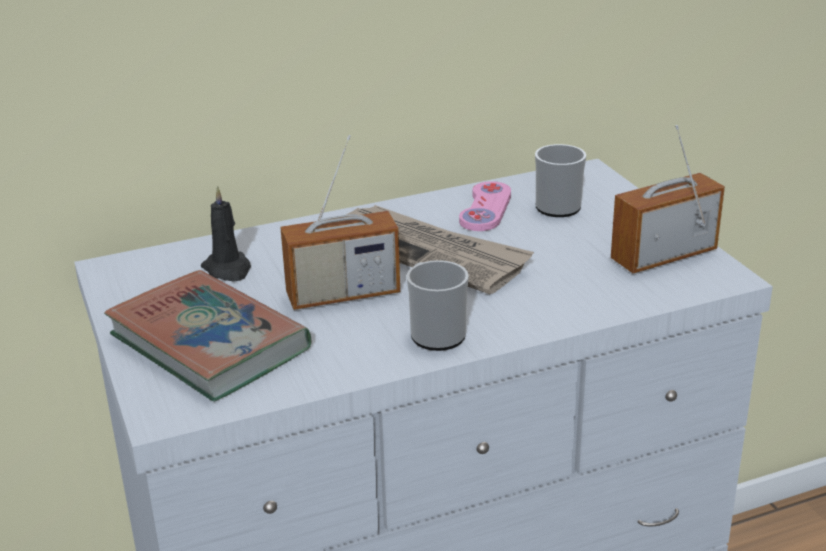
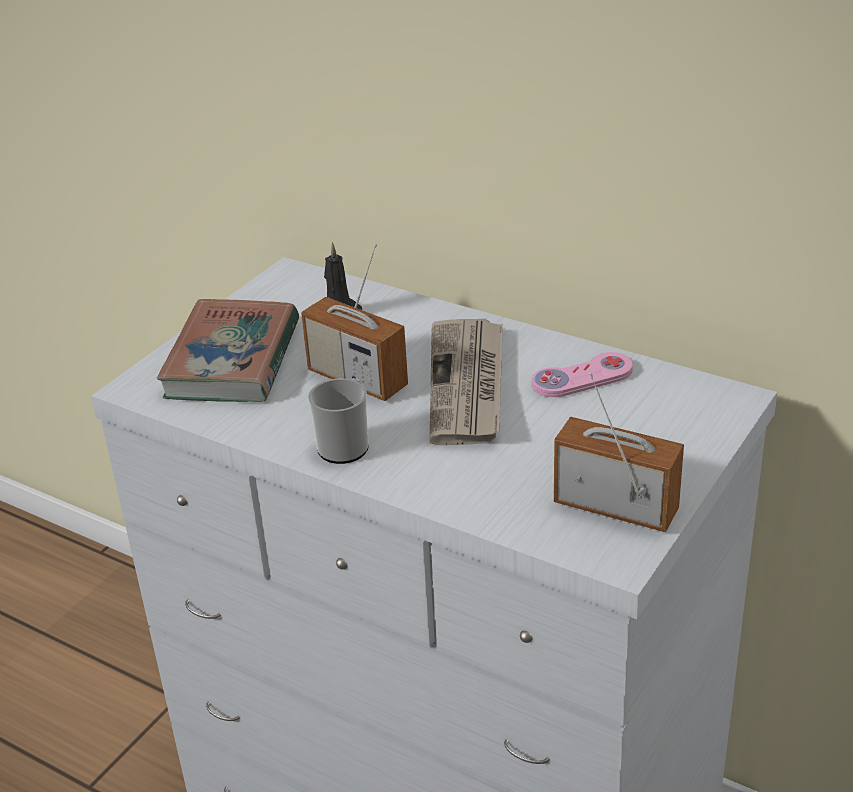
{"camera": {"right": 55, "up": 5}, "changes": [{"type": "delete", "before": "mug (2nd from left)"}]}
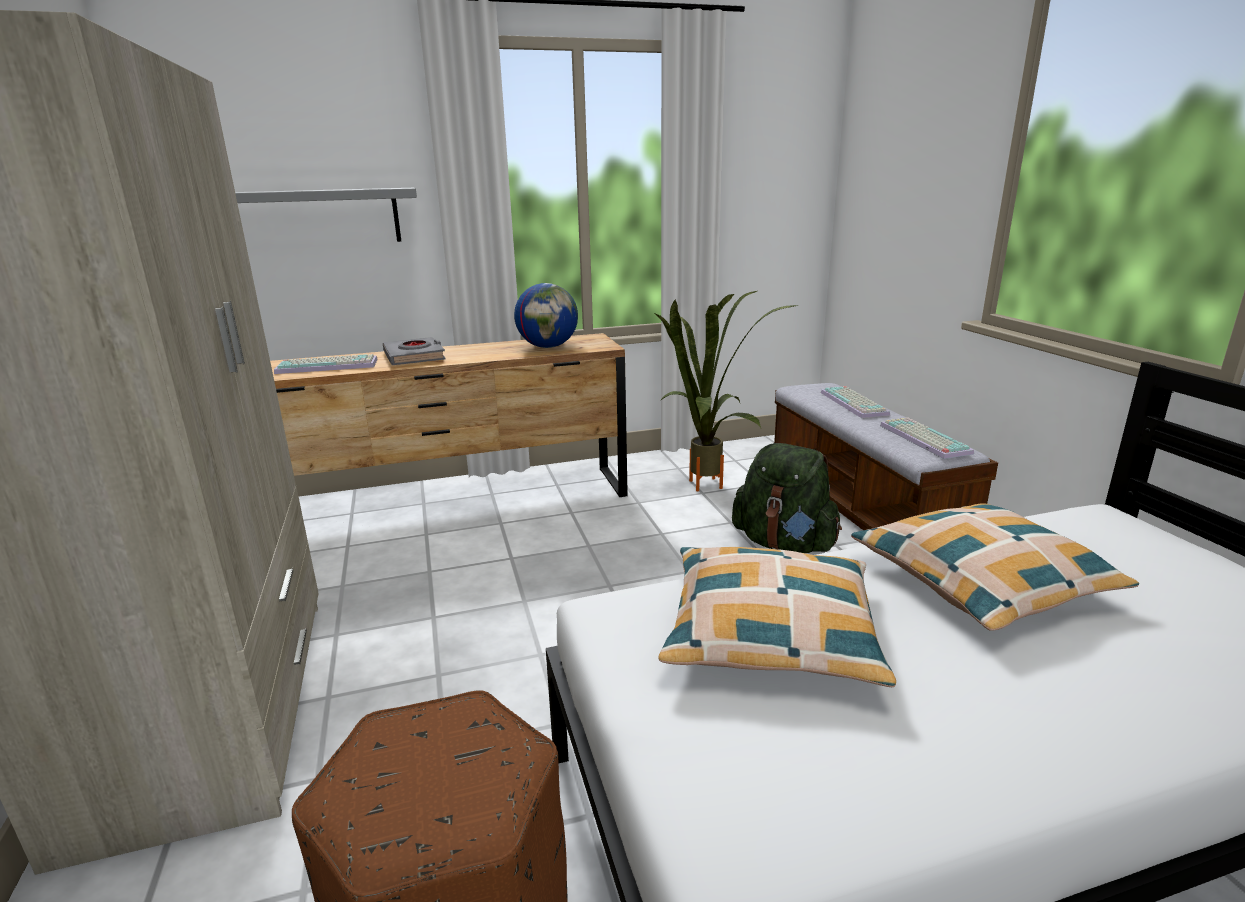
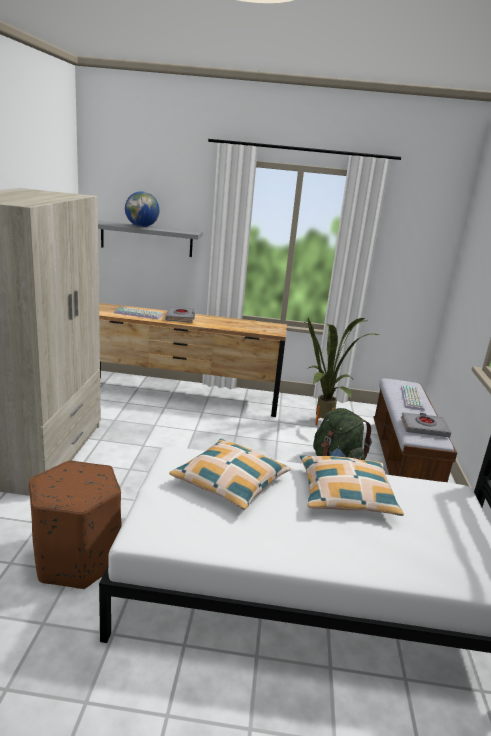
{"camera": {"right": 20, "up": 0}, "changes": [{"type": "move", "before": "globe"}, {"type": "replace", "before": "keyboard (3rd from left)", "after": "grey book (2nd from left)"}]}
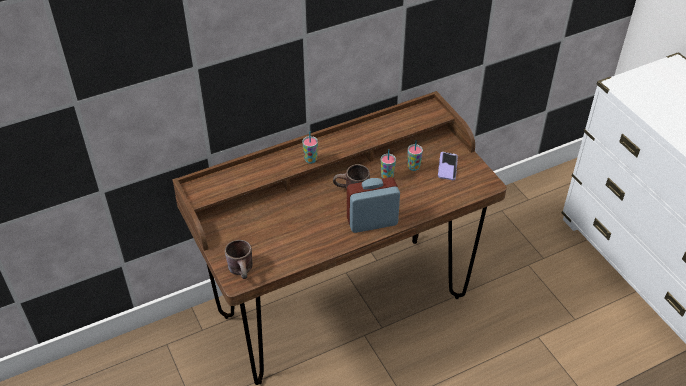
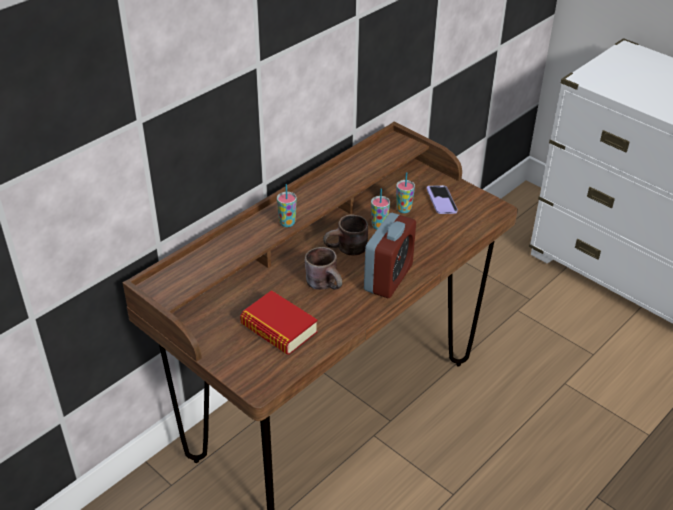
{"camera": {"right": -20, "up": -5}, "changes": [{"type": "insert", "after": "book"}, {"type": "move", "before": "brown mug (1st from left)"}, {"type": "rotate", "before": "alarm clock", "turn": 150}]}
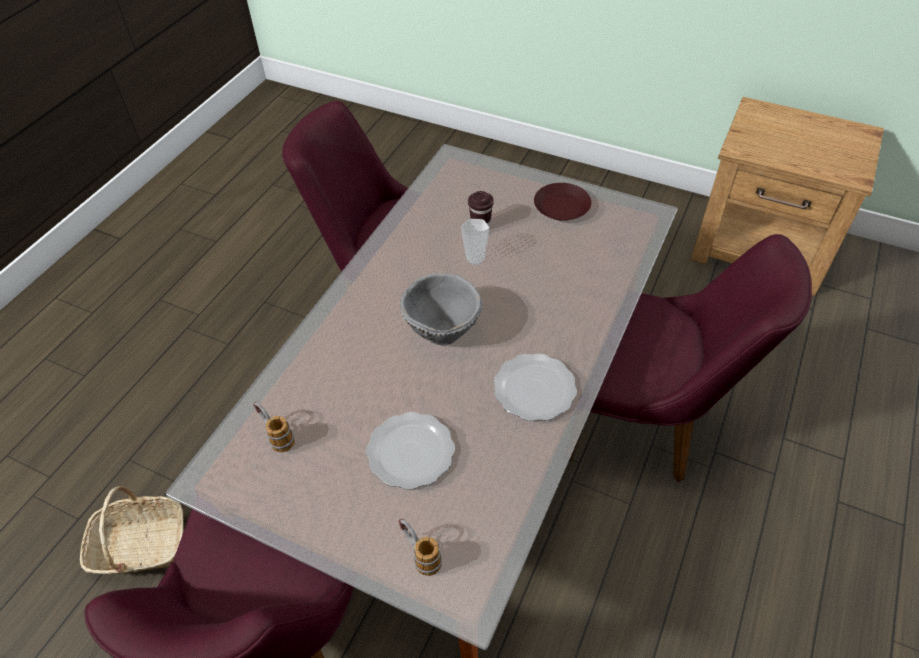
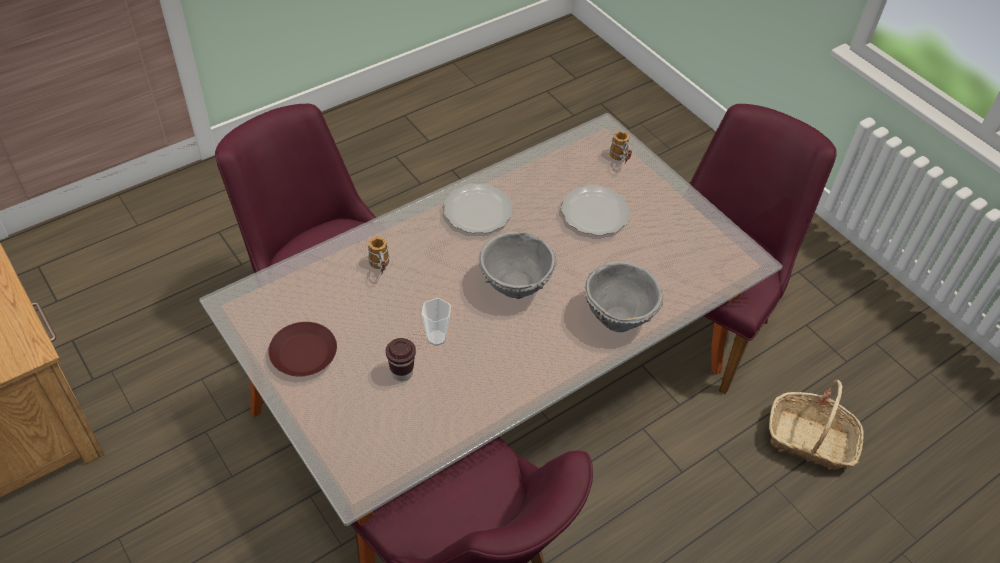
{"camera": {"right": -155, "up": 0}, "changes": [{"type": "move", "before": "mug (1st from left)"}, {"type": "insert", "after": "grey bowl (2nd from left)"}]}
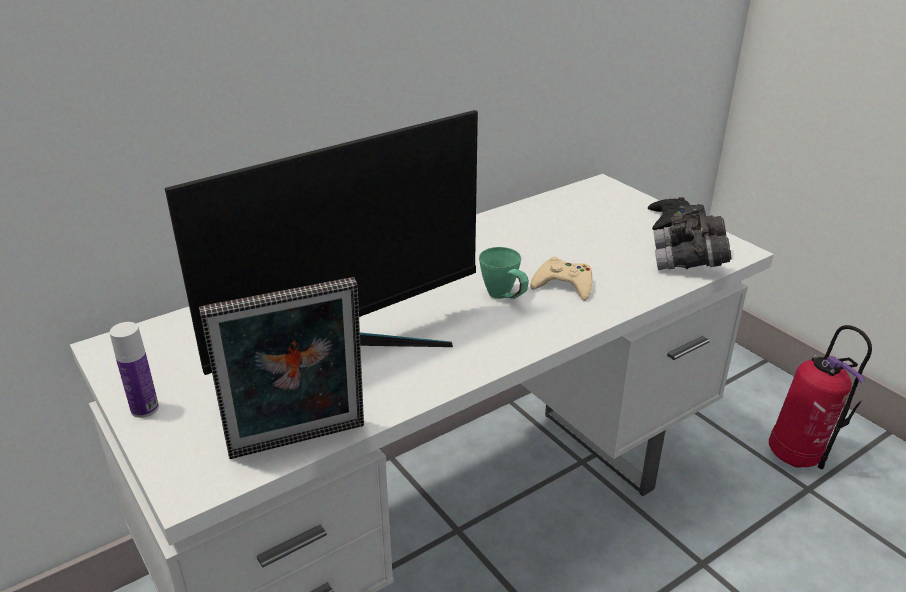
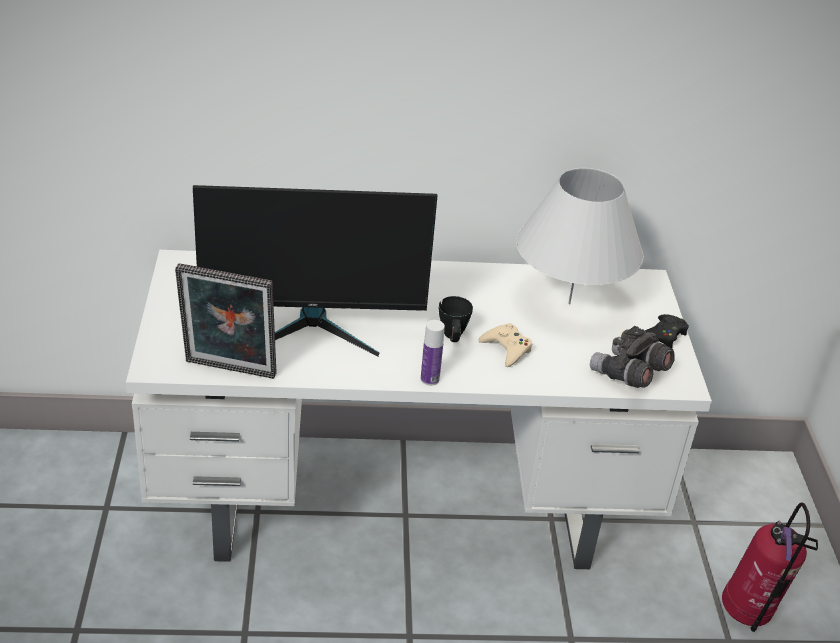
{"camera": {"right": 30, "up": 5}, "changes": [{"type": "move", "before": "bottle"}, {"type": "recolor", "before": "green mug", "after": "black mug"}, {"type": "insert", "after": "white table lamp"}]}
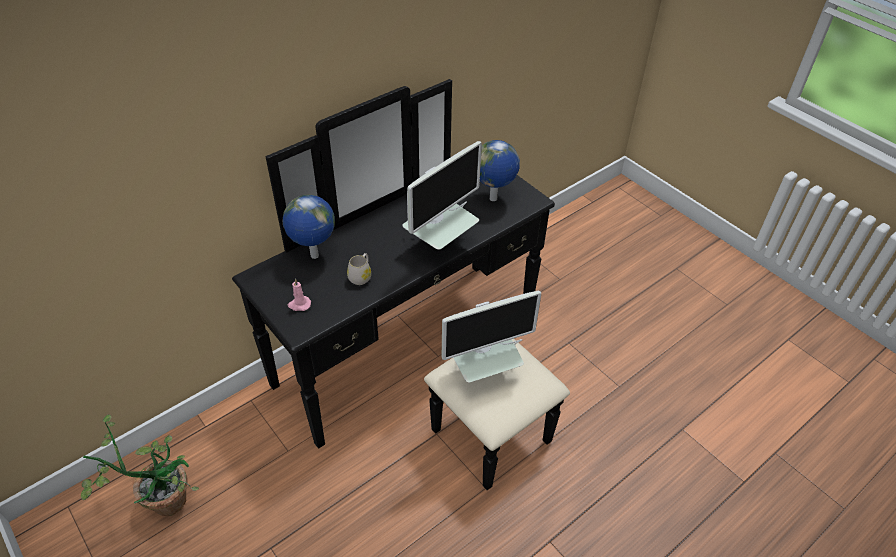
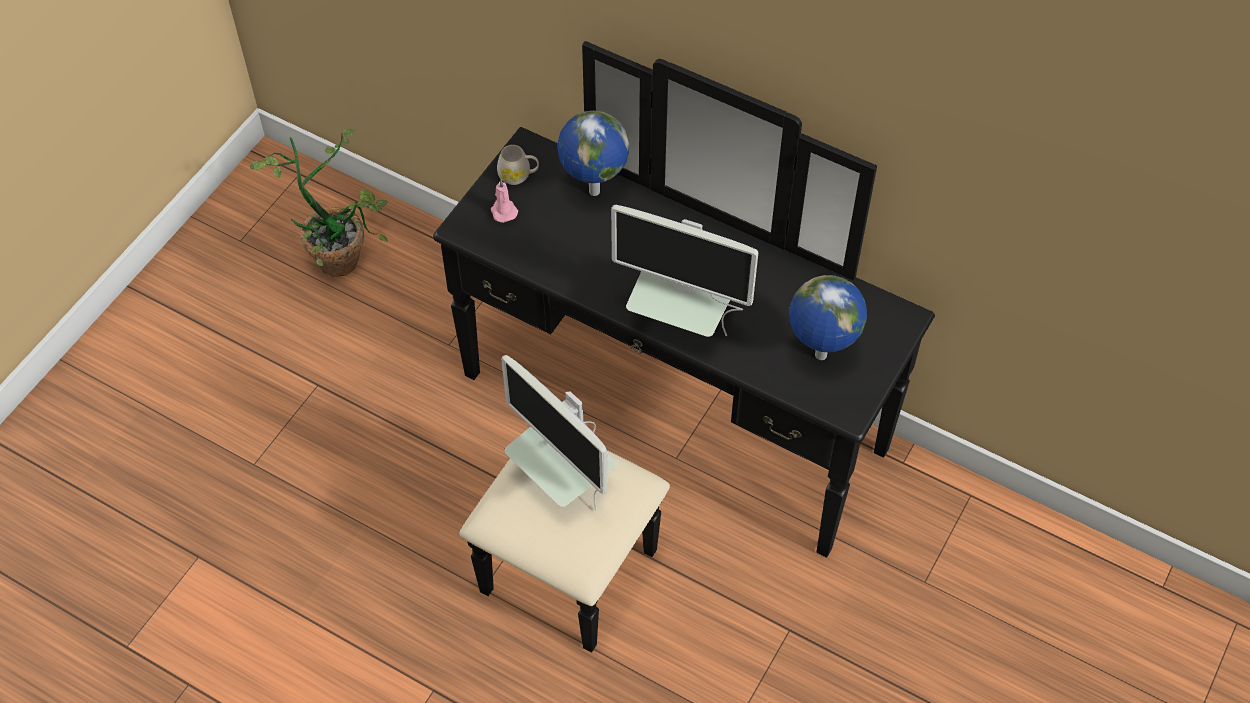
{"camera": {"right": 70, "up": 10}, "changes": [{"type": "move", "before": "white mug"}]}
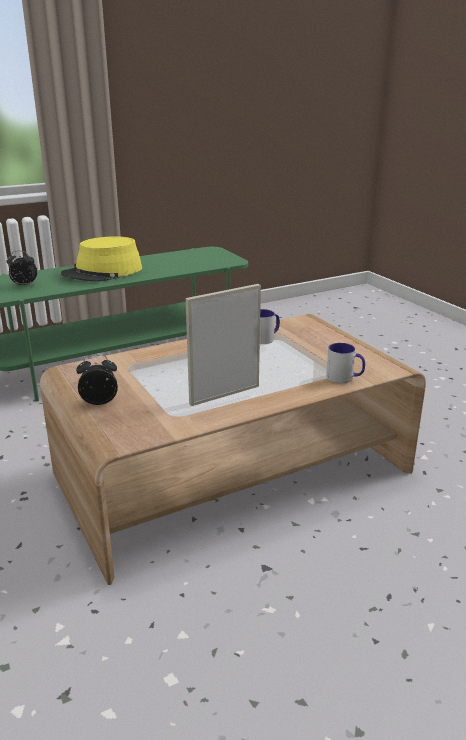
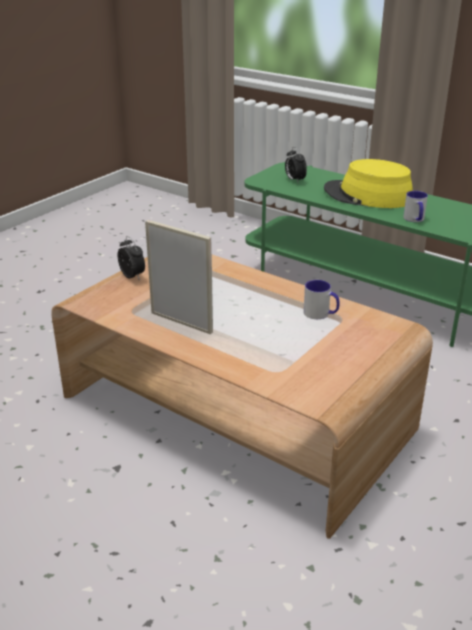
{"camera": {"right": 65, "up": 5}, "changes": [{"type": "move", "before": "mug (2nd from left)"}]}
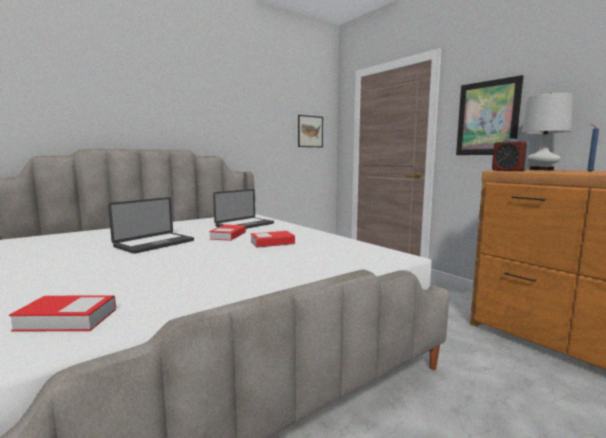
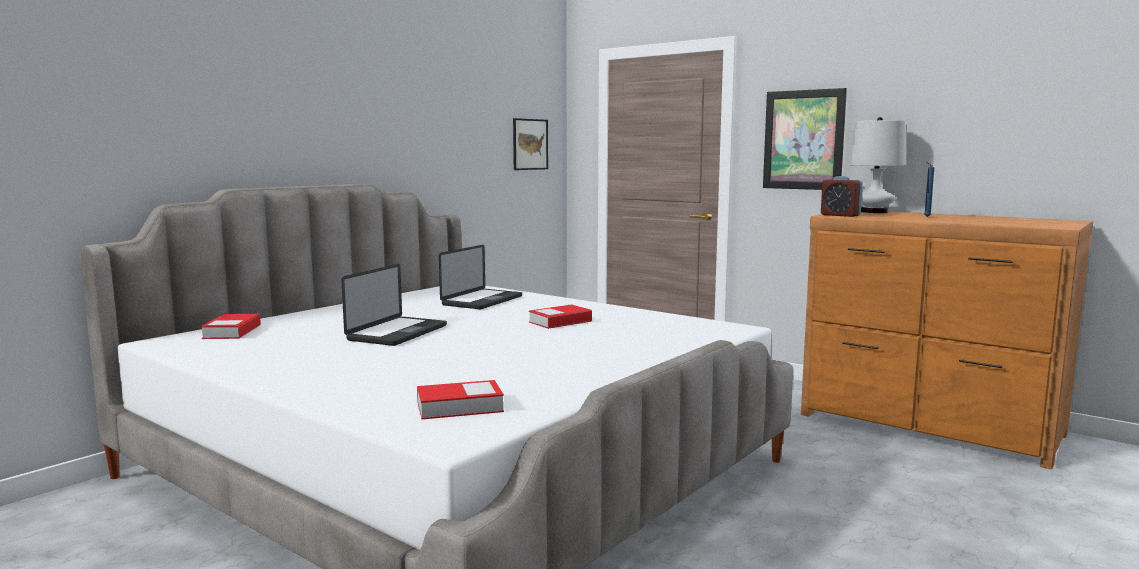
{"camera": {"right": -15, "up": 0}, "changes": [{"type": "move", "before": "book (2nd from left in the first image)", "after": "book (1st from left)"}]}
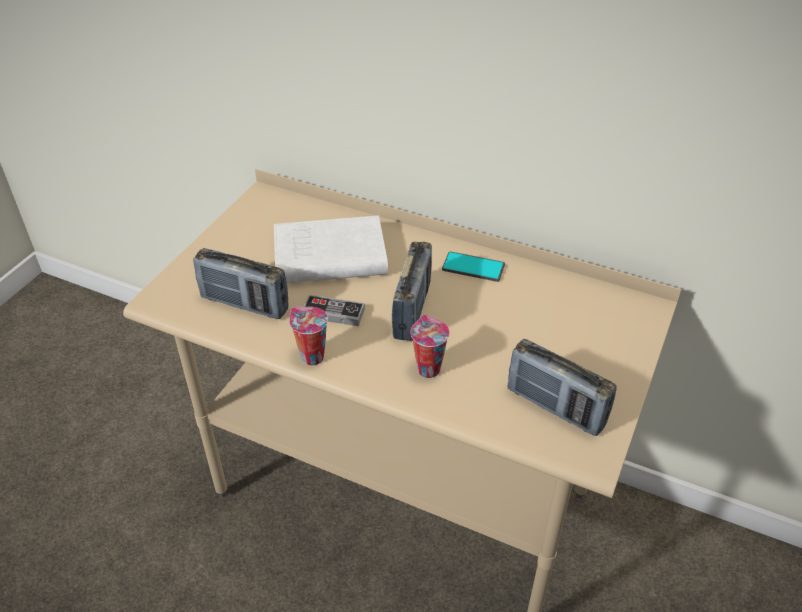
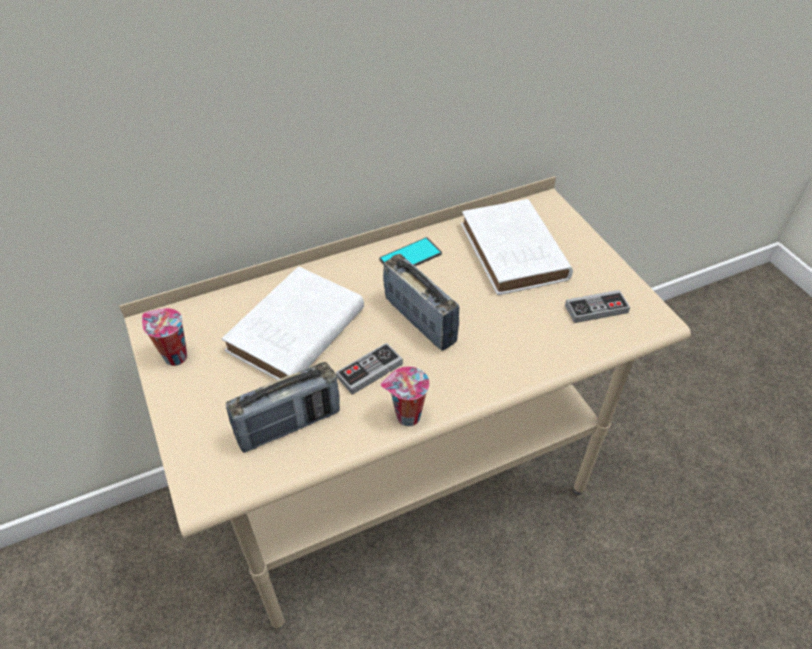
{"camera": {"right": -50, "up": 5}, "changes": [{"type": "move", "before": "cup (2nd from left in the first image)", "after": "cup (1st from left)"}, {"type": "insert", "after": "white book (2nd from left)"}, {"type": "replace", "before": "radio (3rd from left)", "after": "game controller (2nd from left)"}]}
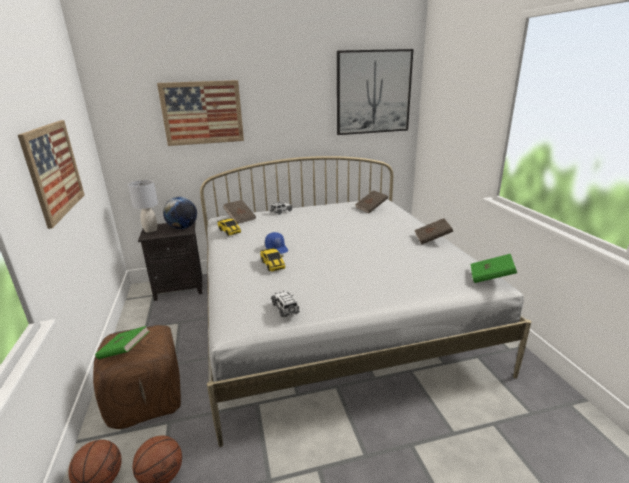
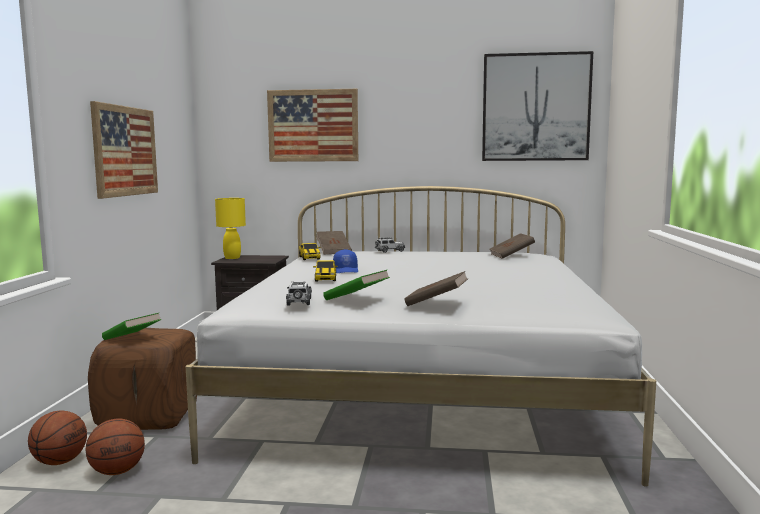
{"camera": {"right": 20, "up": -15}, "changes": [{"type": "recolor", "before": "grey table lamp", "after": "yellow table lamp"}, {"type": "move", "before": "green book (2nd from left)"}, {"type": "move", "before": "brown book (3rd from left in the first image)", "after": "brown book (2nd from left)"}, {"type": "delete", "before": "globe"}]}
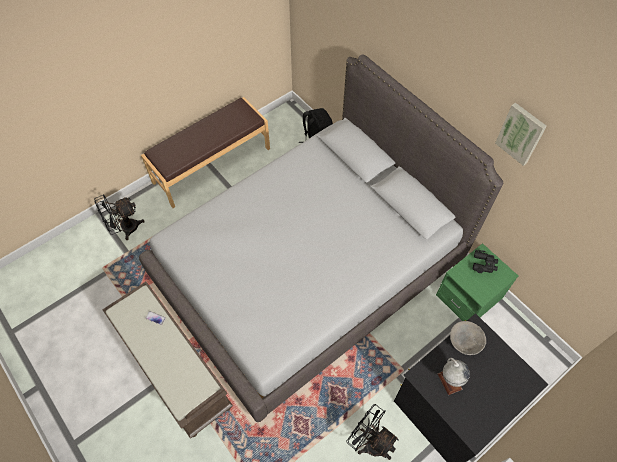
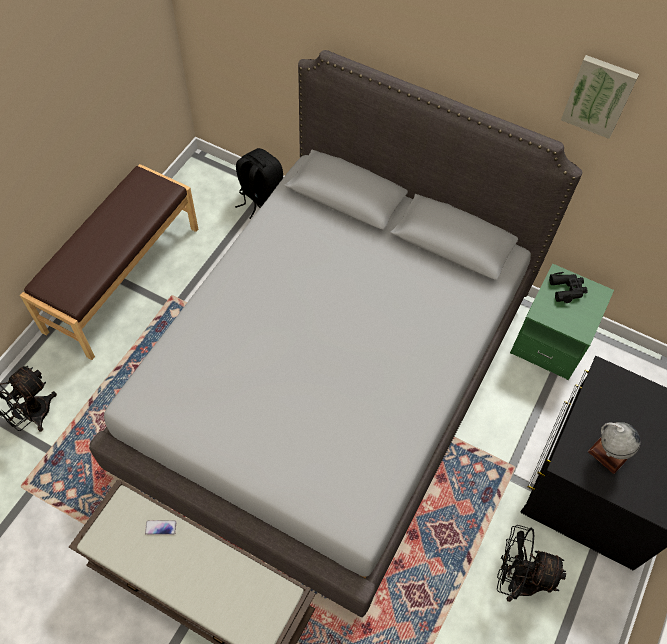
{"camera": {"right": -25, "up": 0}, "changes": [{"type": "delete", "before": "grey bowl"}]}
